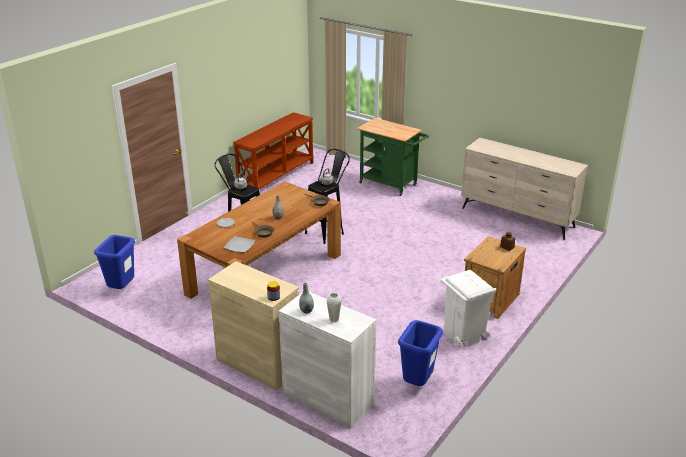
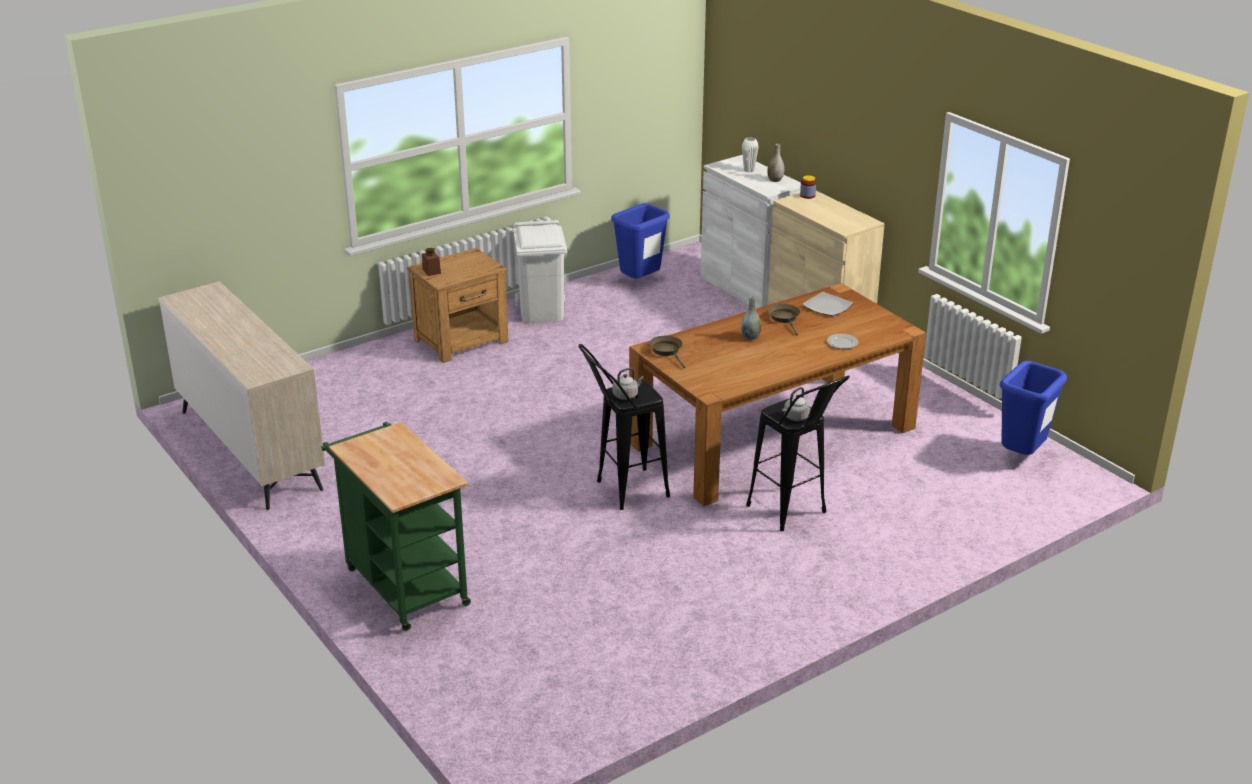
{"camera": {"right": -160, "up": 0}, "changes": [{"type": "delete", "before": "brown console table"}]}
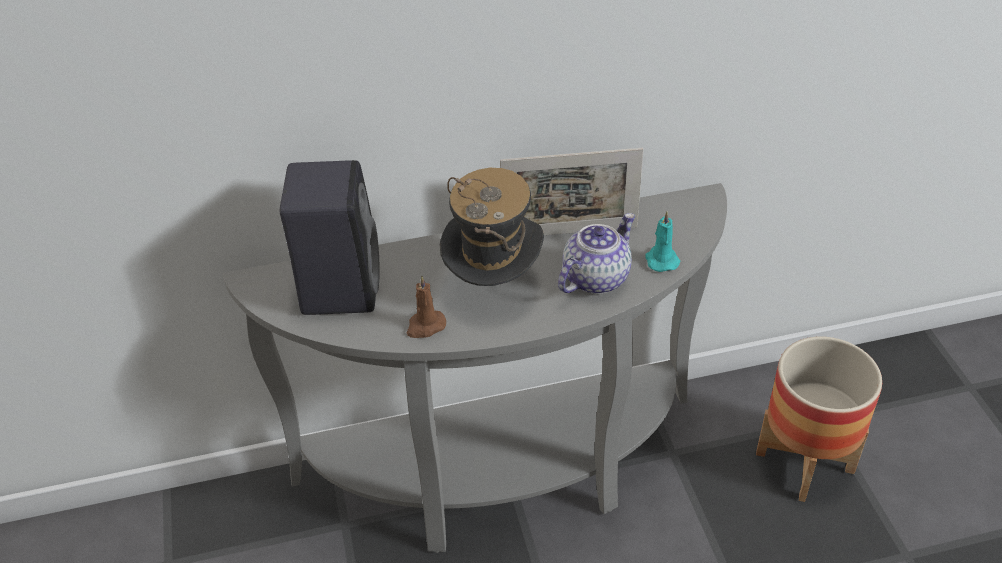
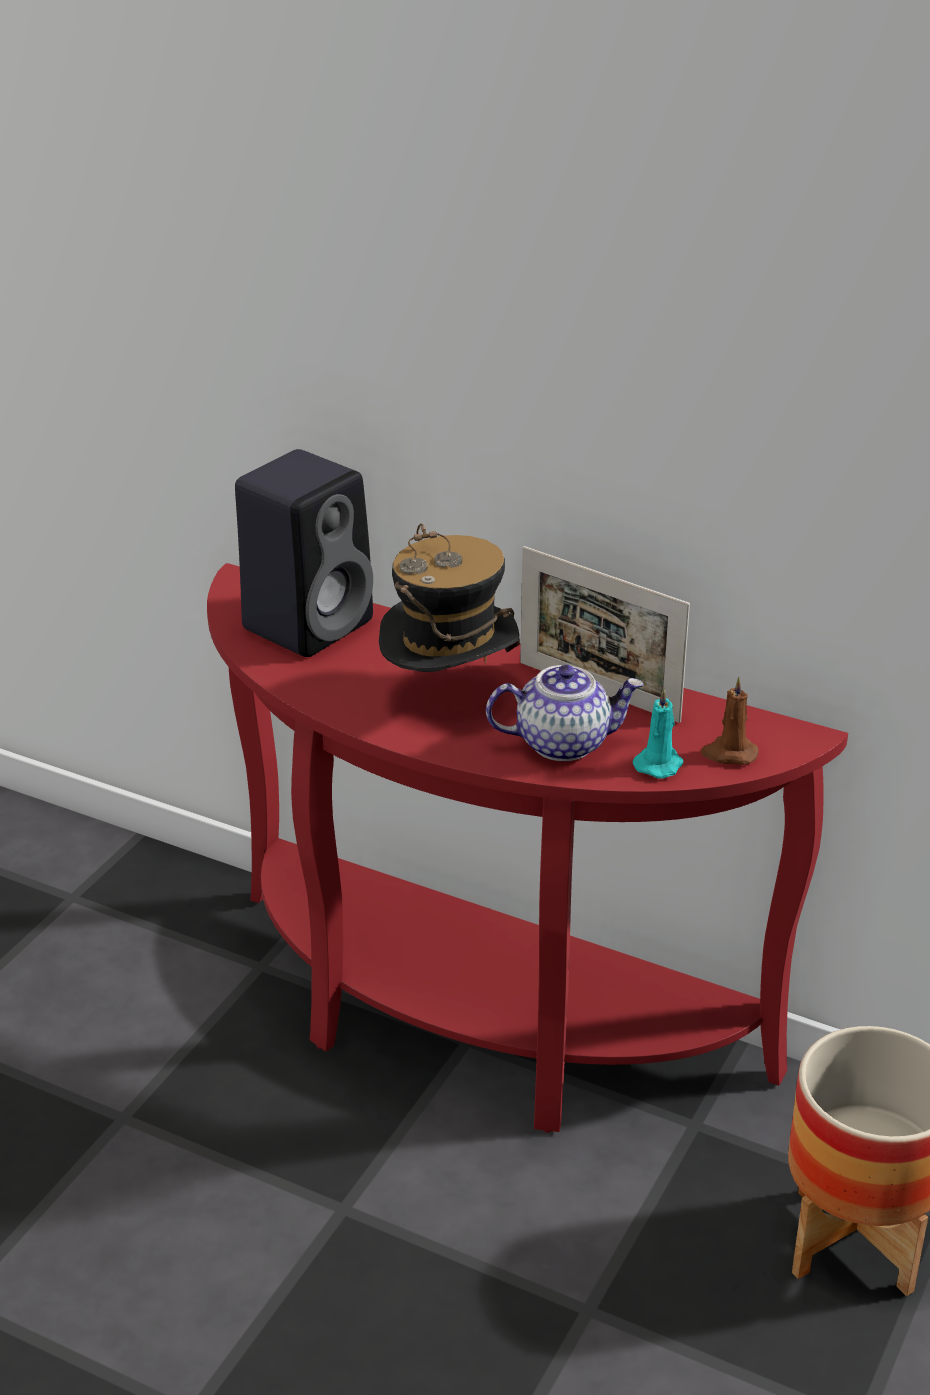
{"camera": {"right": 40, "up": -10}, "changes": [{"type": "recolor", "before": "grey console table", "after": "red console table"}, {"type": "move", "before": "brown candle"}]}
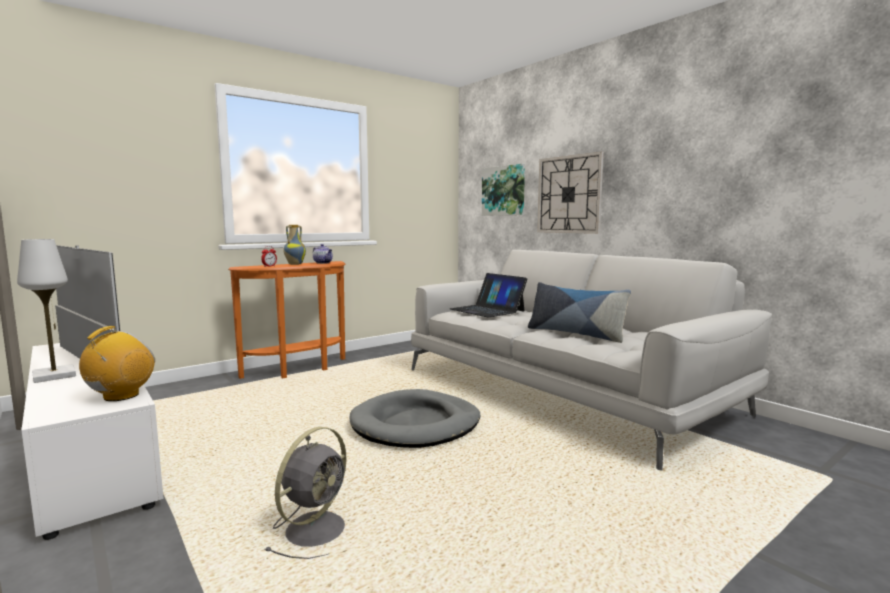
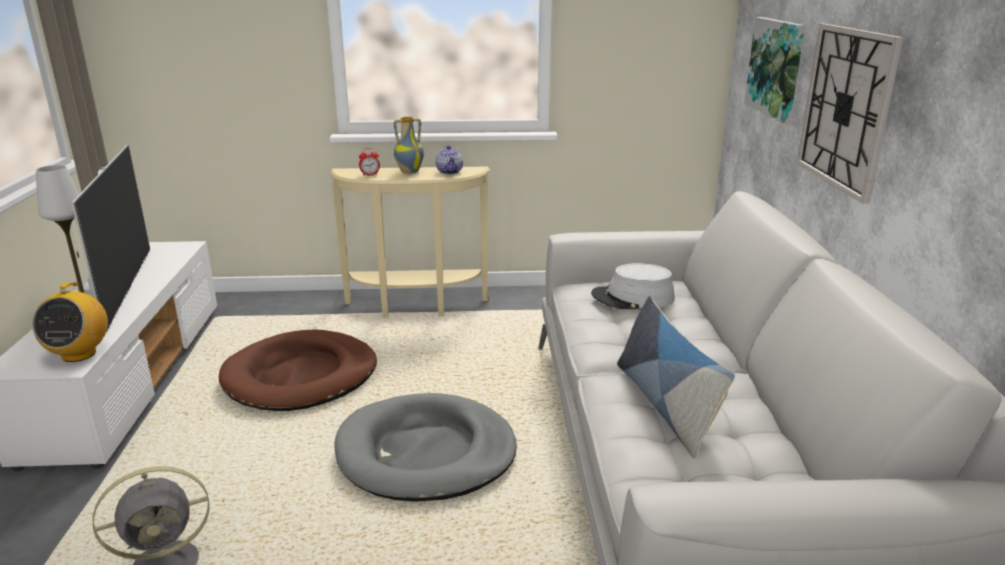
{"camera": {"right": 35, "up": 15}, "changes": [{"type": "rotate", "before": "radio", "turn": 120}, {"type": "insert", "after": "brown dog bed"}, {"type": "recolor", "before": "orange console table", "after": "beige console table"}, {"type": "replace", "before": "laptop", "after": "grey hat"}]}
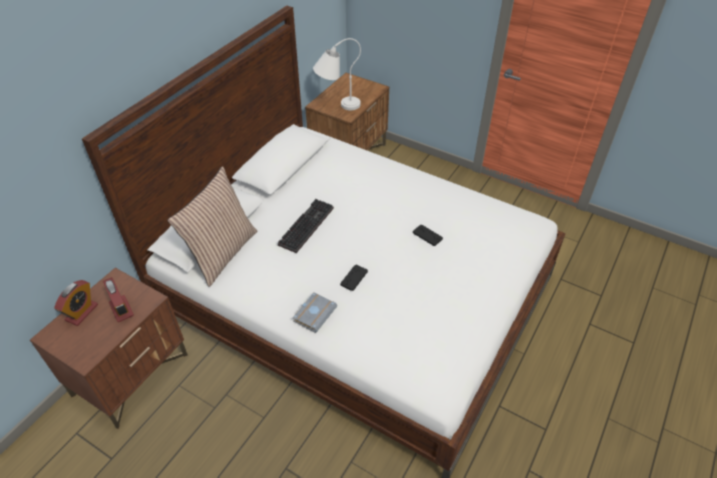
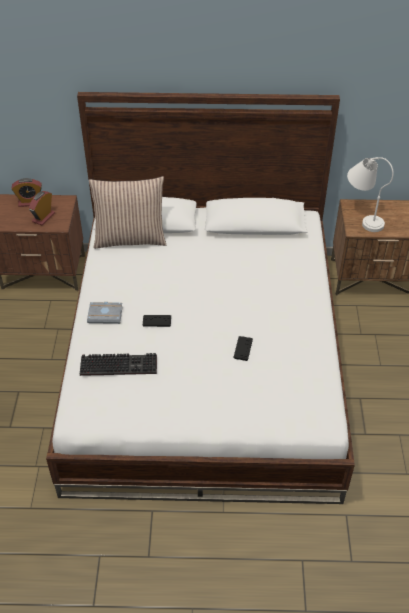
{"camera": {"right": 60, "up": 0}, "changes": [{"type": "move", "before": "keyboard"}]}
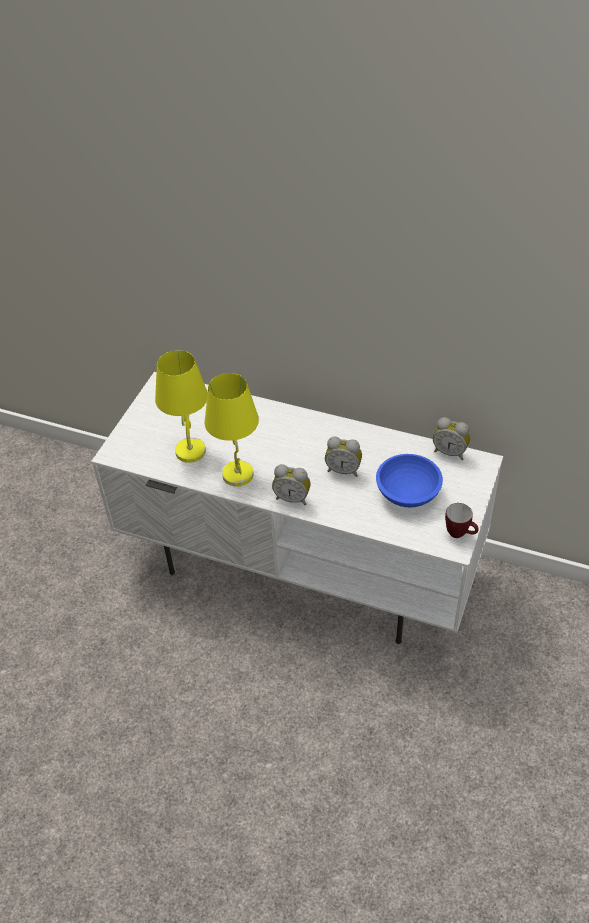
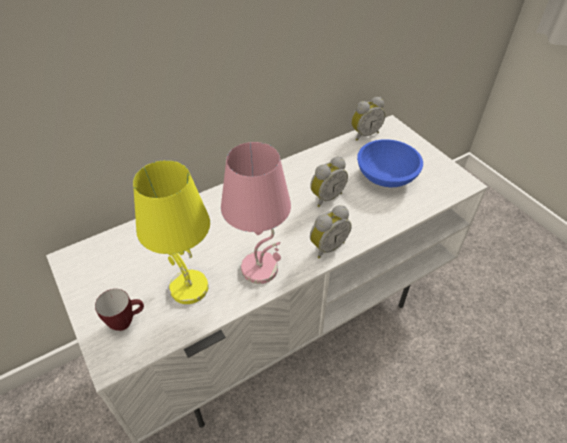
{"camera": {"right": -55, "up": 0}, "changes": [{"type": "move", "before": "mug"}, {"type": "recolor", "before": "yellow table lamp (2nd from left)", "after": "pink table lamp"}]}
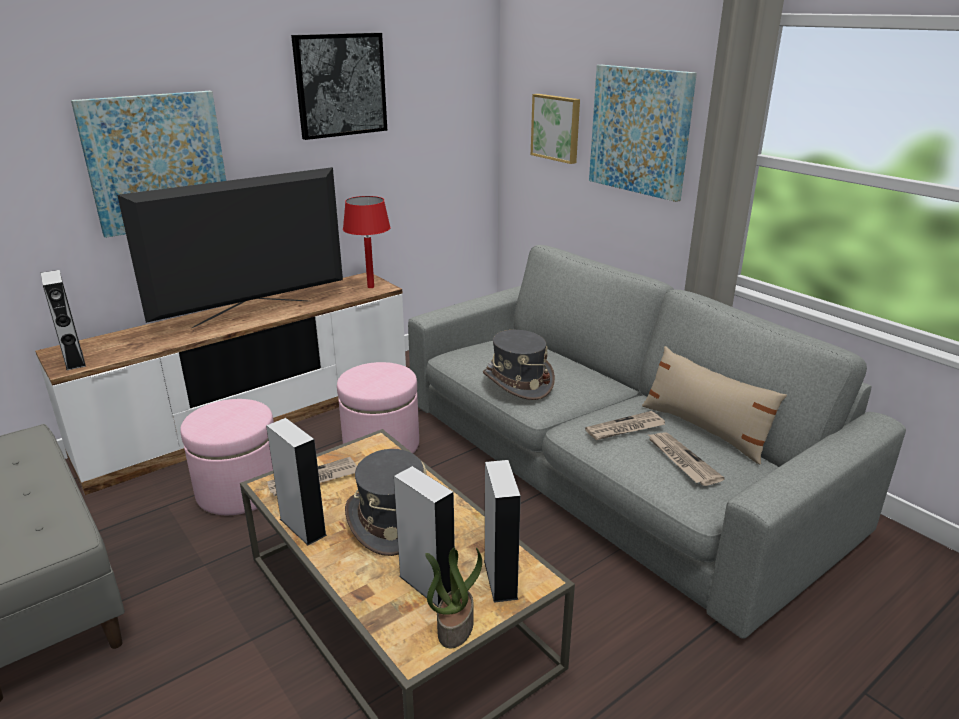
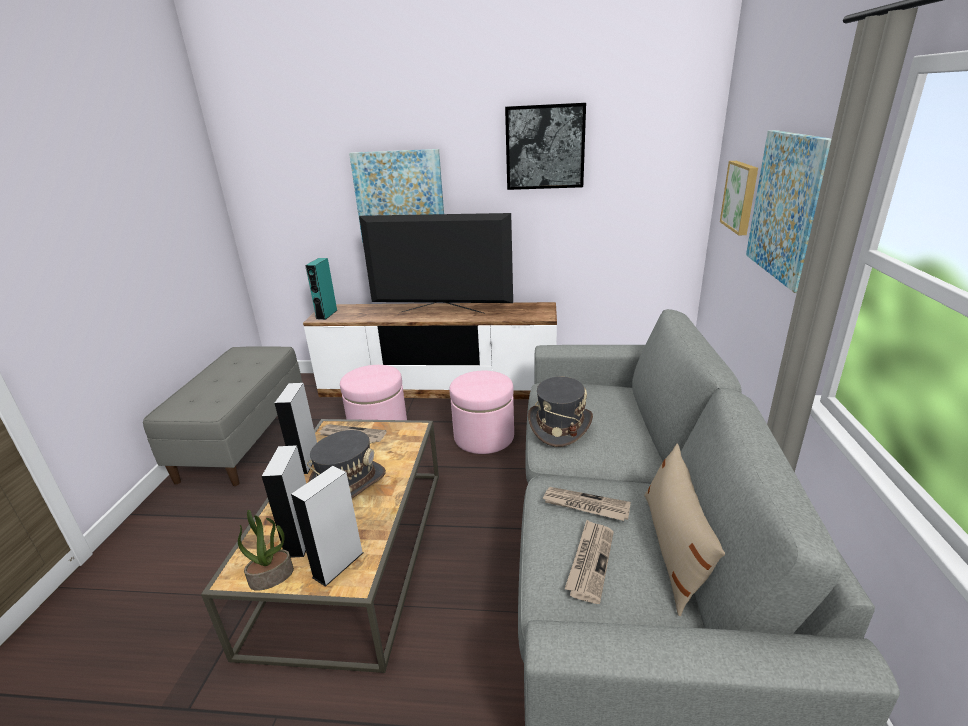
{"camera": {"right": 45, "up": 0}, "changes": [{"type": "recolor", "before": "grey speaker (1st from left)", "after": "turquoise speaker"}, {"type": "delete", "before": "red table lamp"}]}
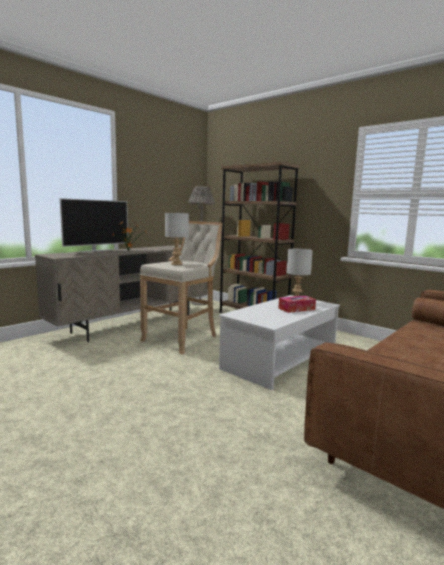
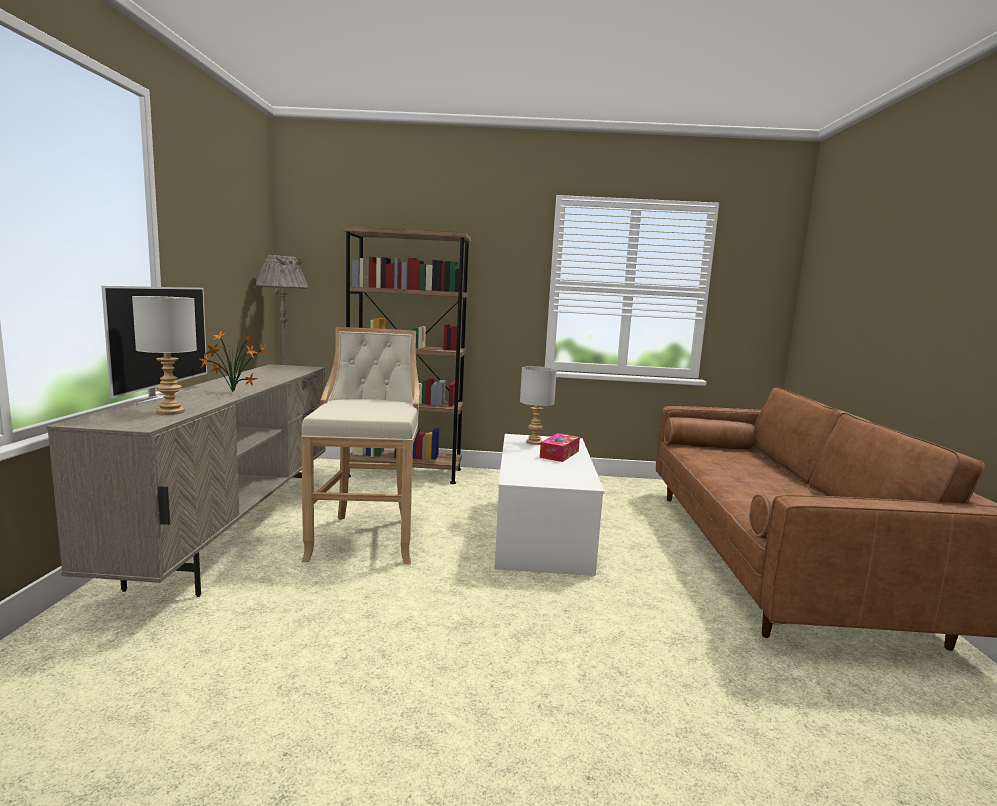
{"camera": {"right": -40, "up": 0}, "changes": [{"type": "move", "before": "grey table lamp (1st from left)"}]}
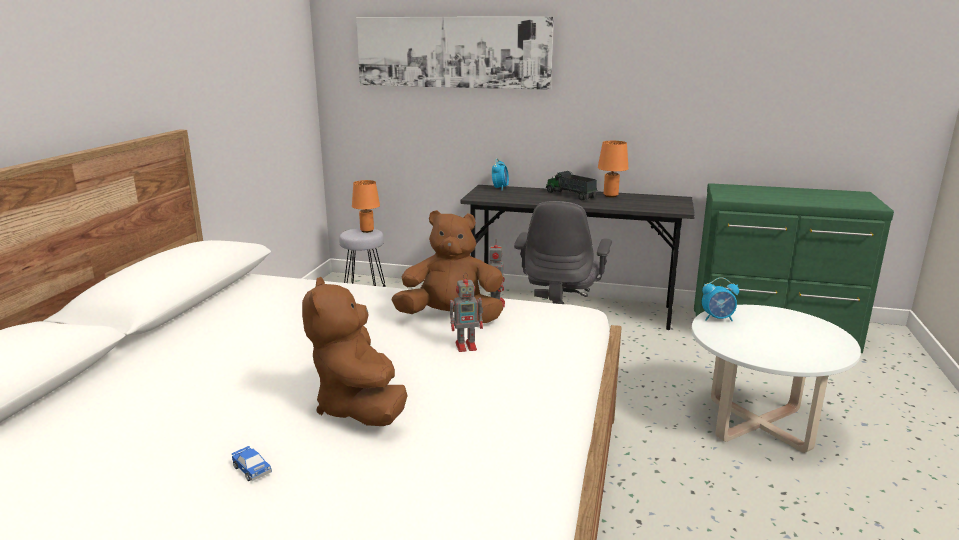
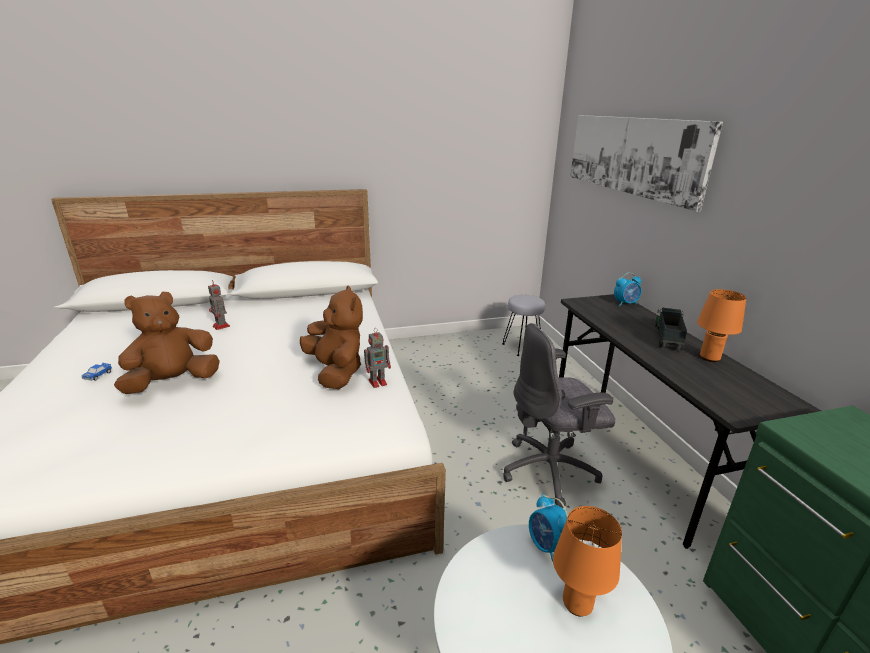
{"camera": {"right": 60, "up": 5}, "changes": [{"type": "move", "before": "toy robot (1st from left)"}, {"type": "move", "before": "orange table lamp (1st from left)"}]}
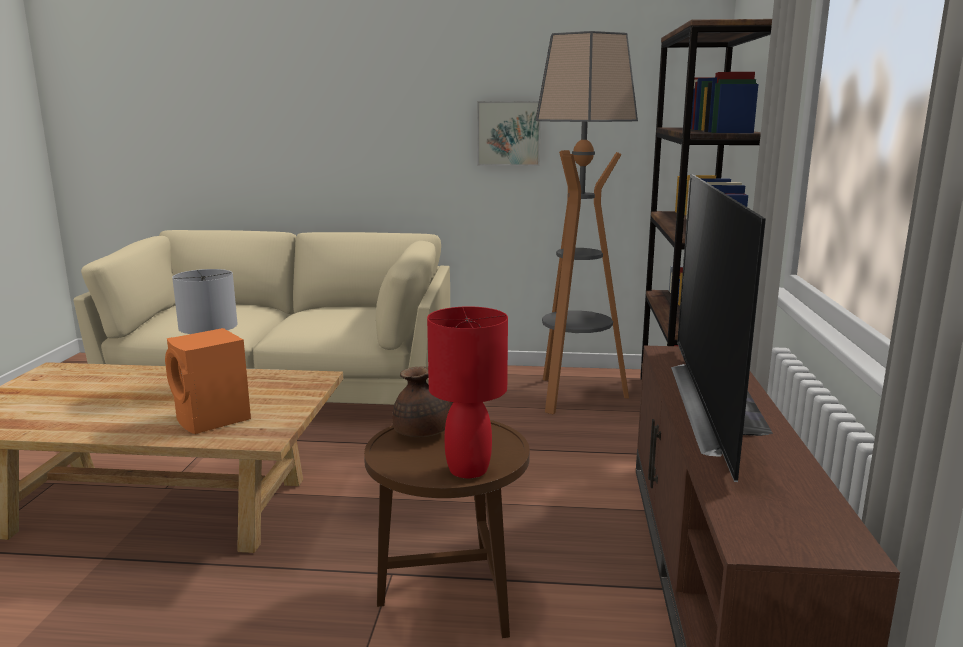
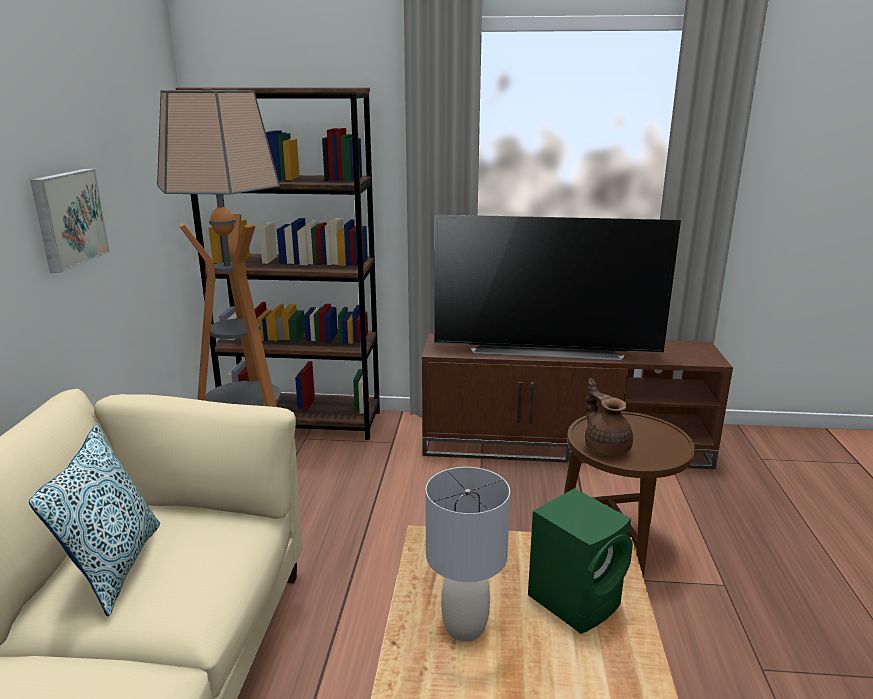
{"camera": {"right": -90, "up": 5}, "changes": [{"type": "insert", "after": "pillow"}, {"type": "recolor", "before": "orange speaker", "after": "green speaker"}, {"type": "delete", "before": "red table lamp"}]}
